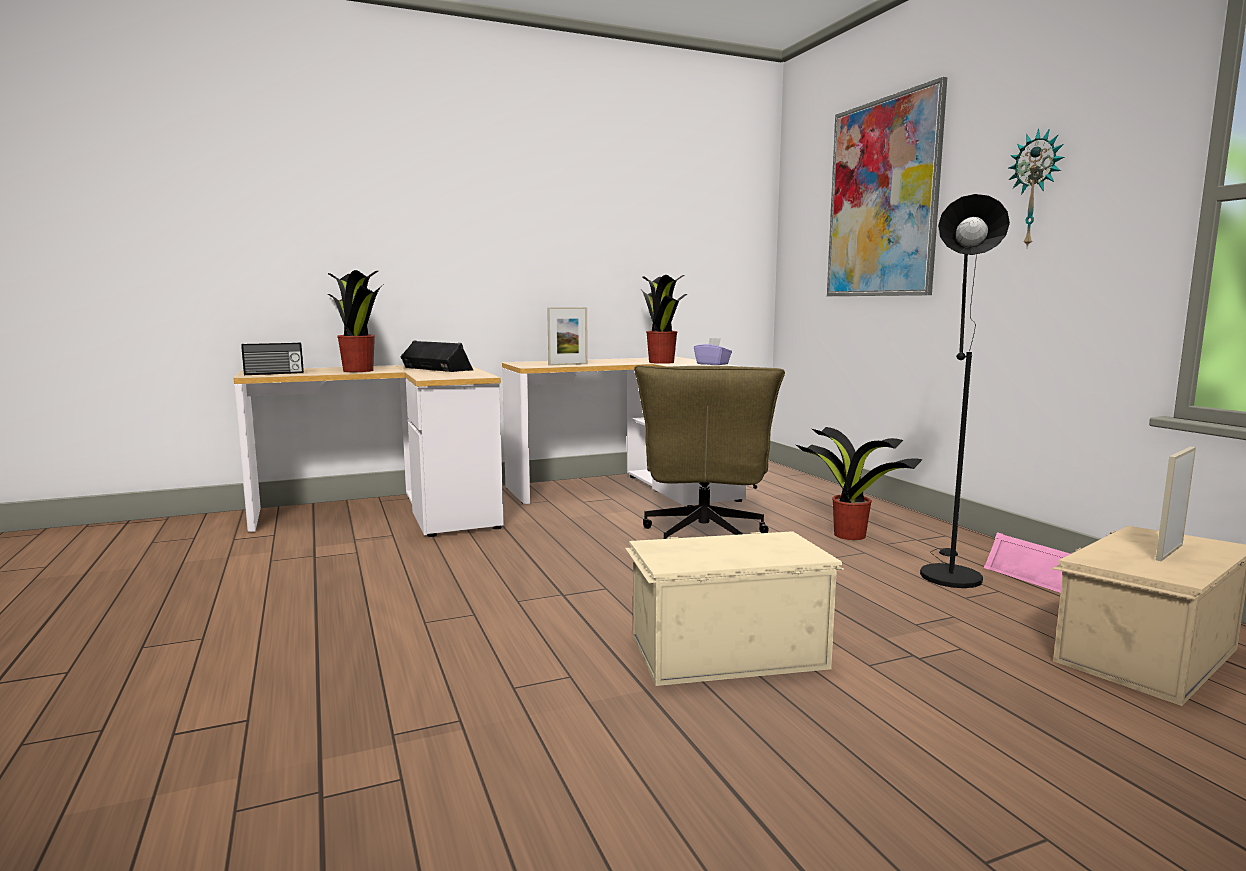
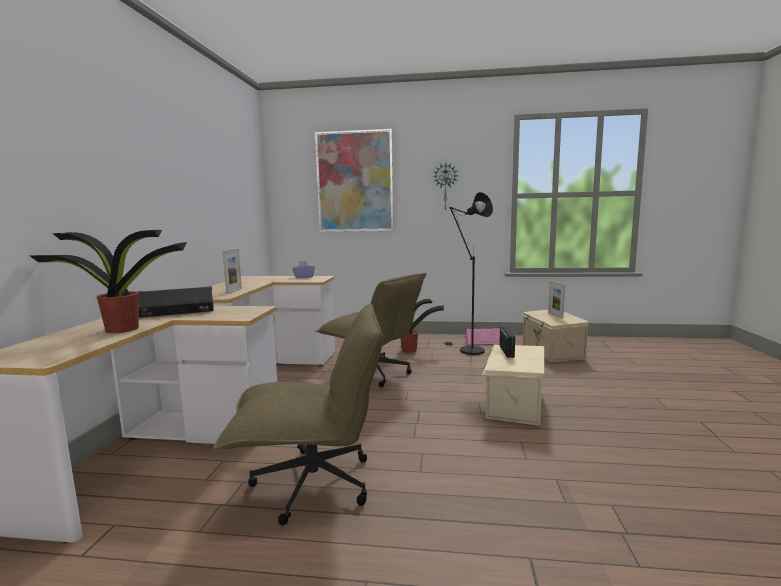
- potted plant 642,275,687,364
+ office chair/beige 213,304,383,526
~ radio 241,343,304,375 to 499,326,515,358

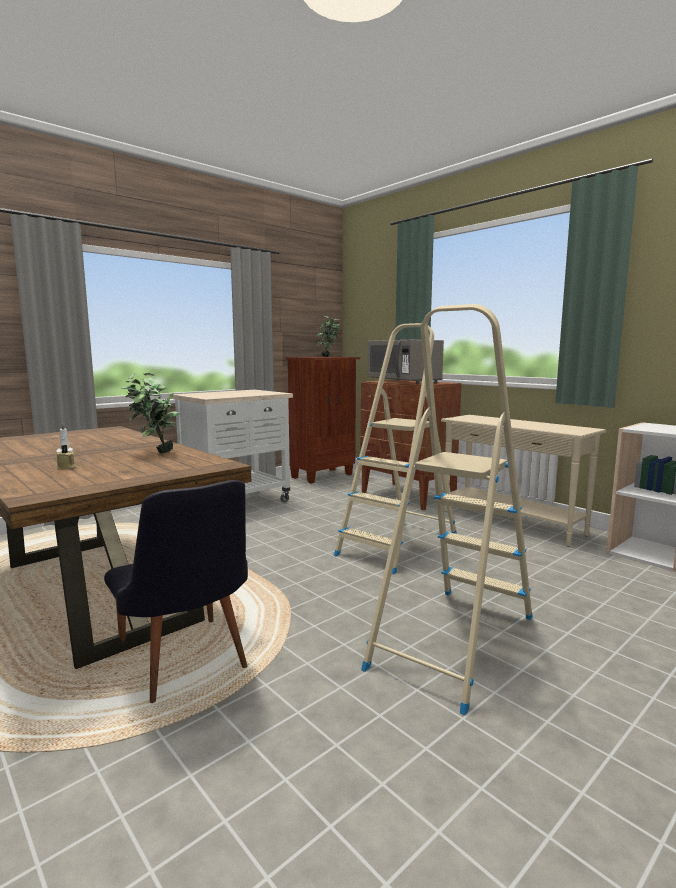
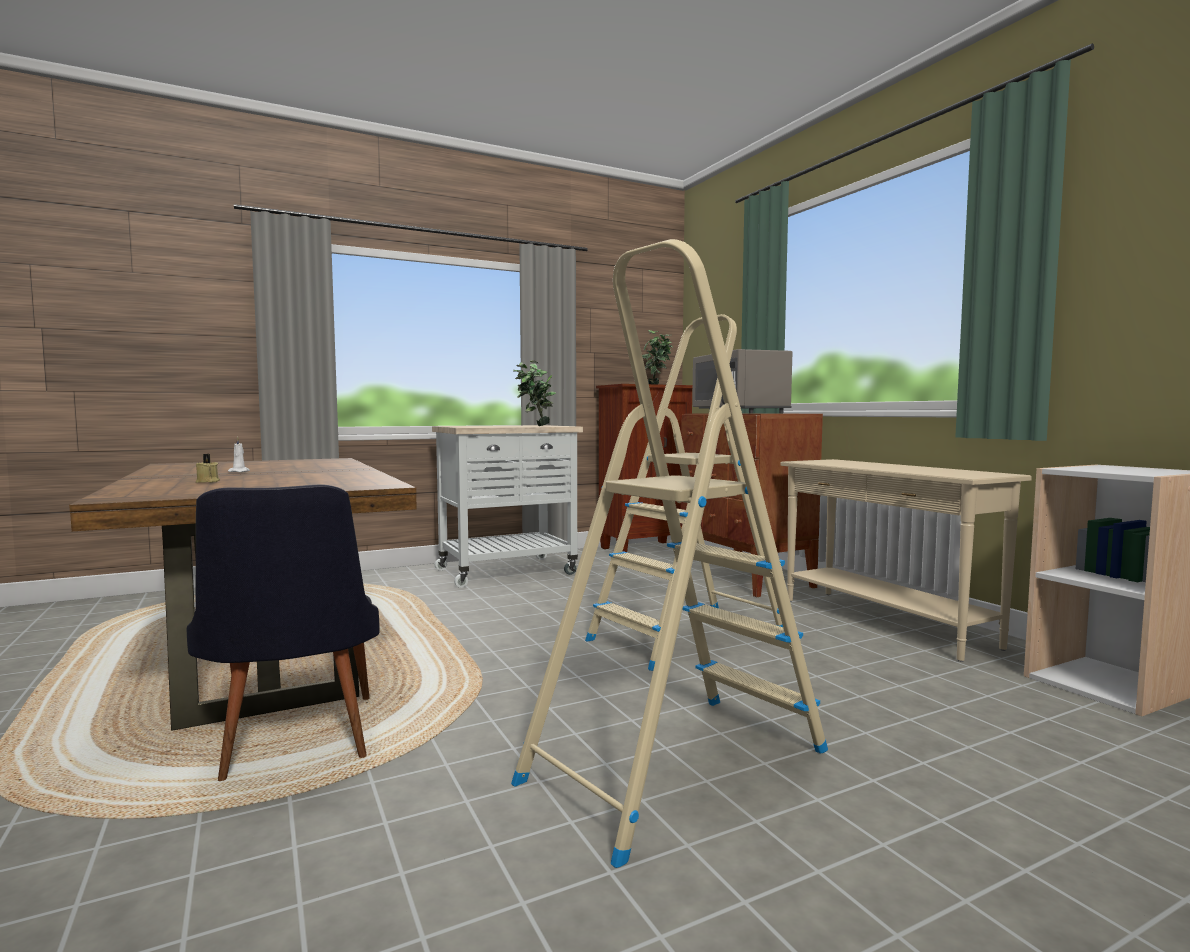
~ potted plant 121,373,180,454 to 513,360,556,426

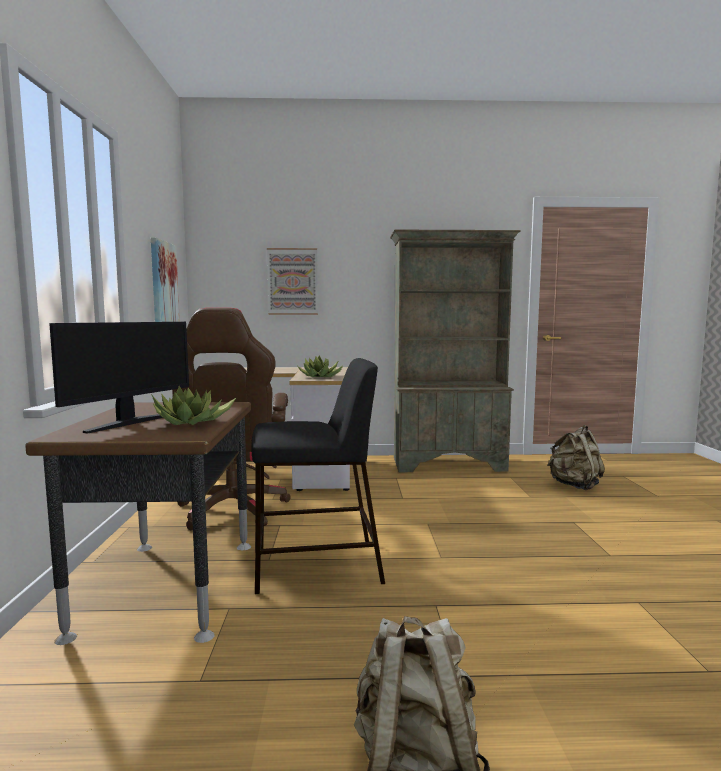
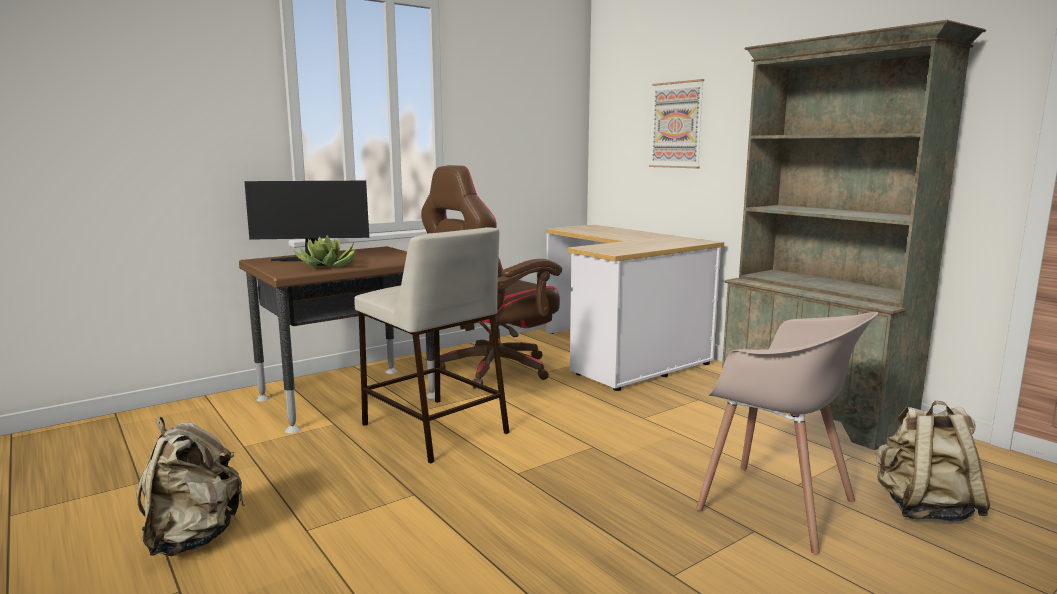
- picture 151,237,180,322
- potted plant 298,355,343,377
+ chair/beige 696,312,878,554
~ stool/black 251,358,385,594 to stool/beige 354,227,510,463

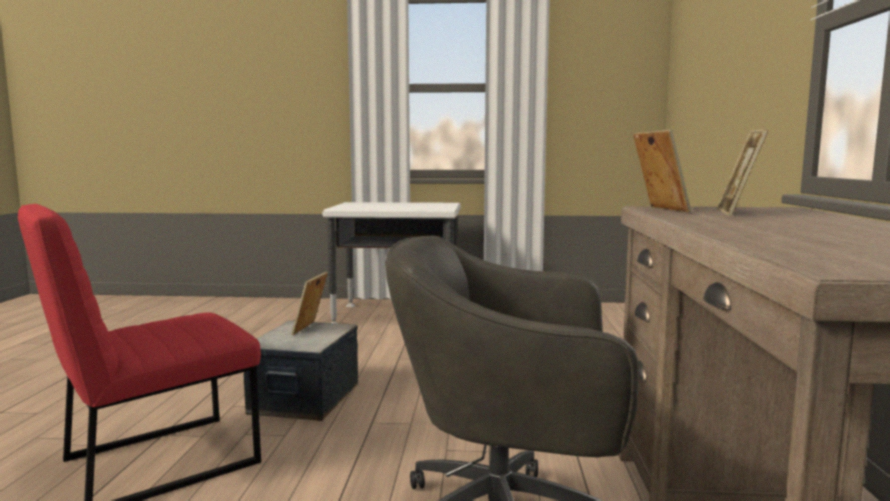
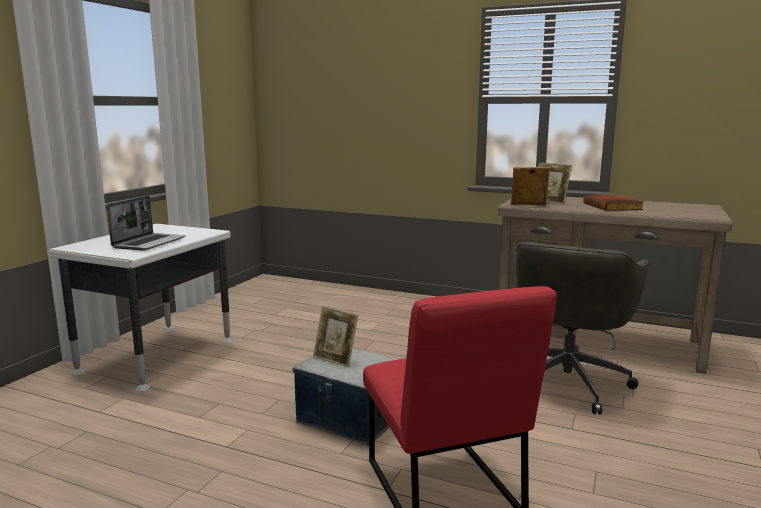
+ laptop 107,196,185,251
+ book 583,195,643,211

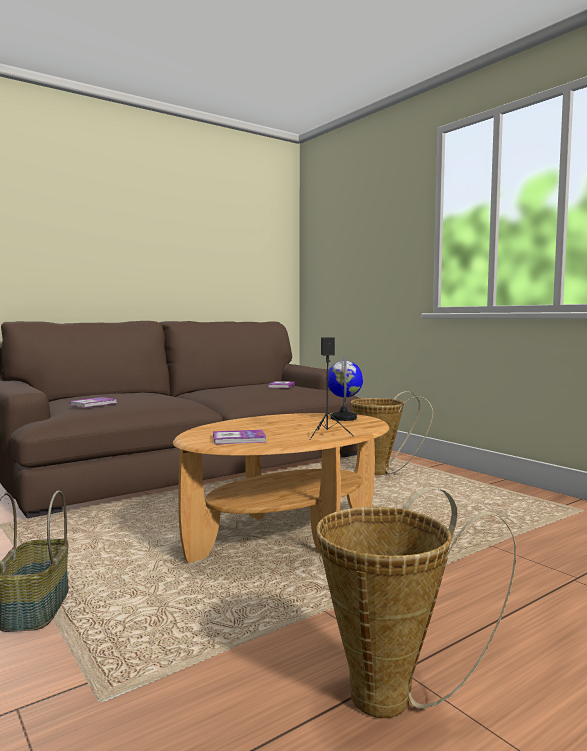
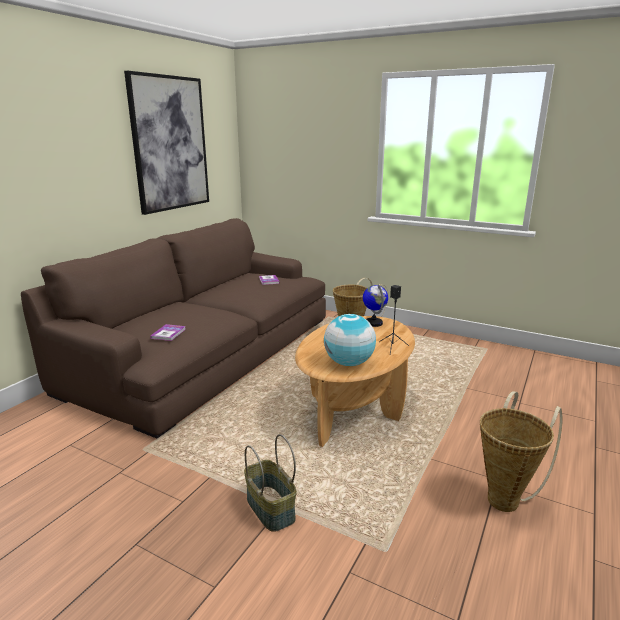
+ picture 124,71,209,215
~ book 213,430,266,444 to globe 324,314,376,366

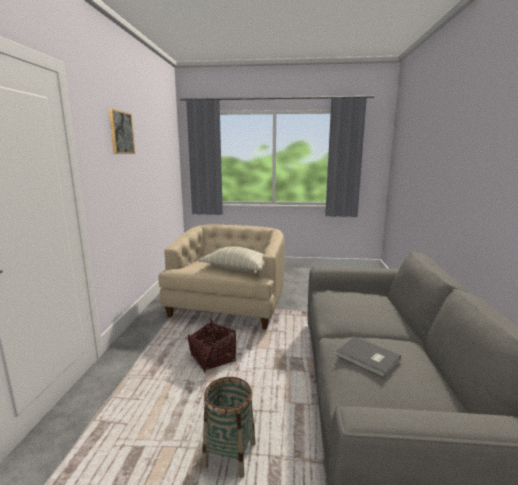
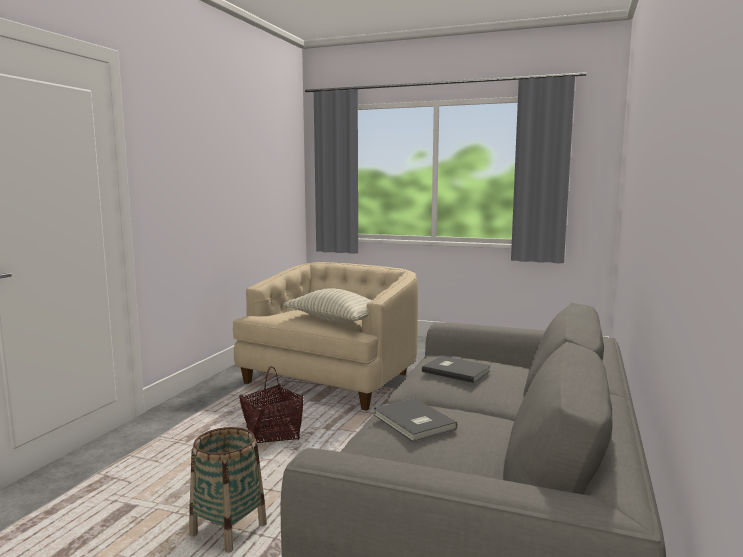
- picture 109,109,135,154
+ book/grey 422,356,491,383

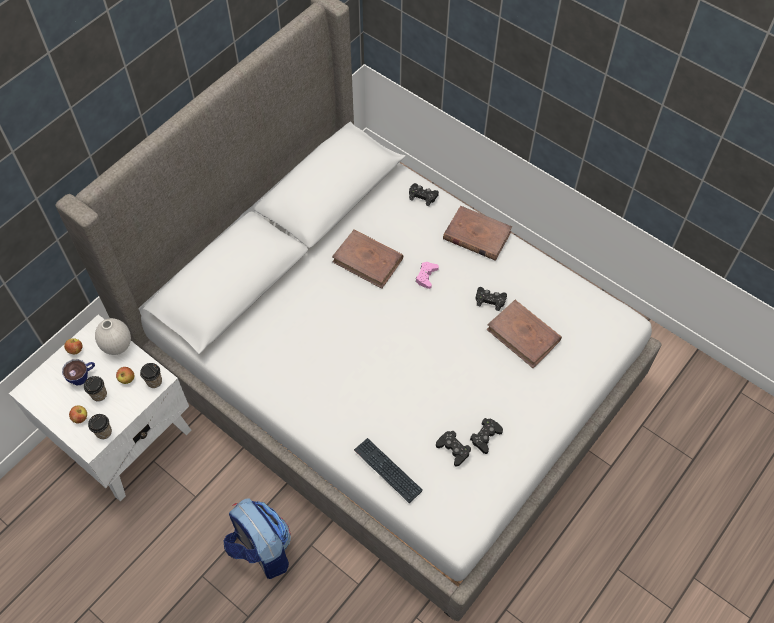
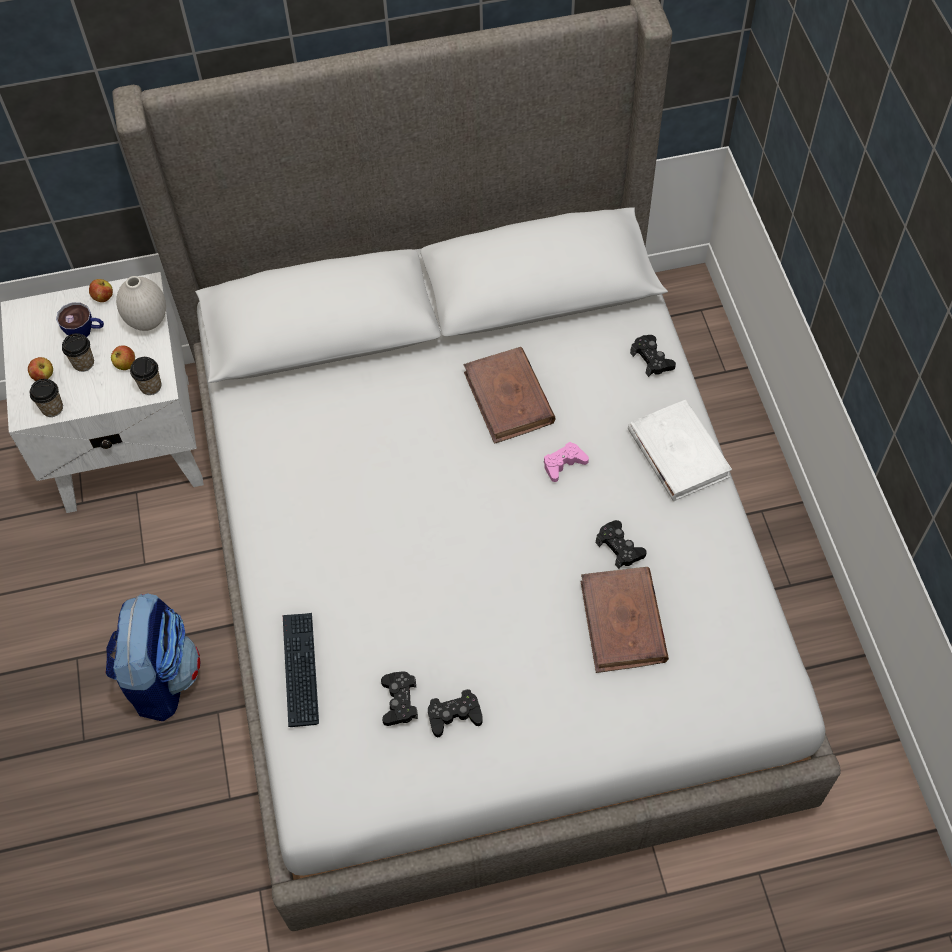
~ book/brown 443,206,512,261 to book/white 628,400,732,501

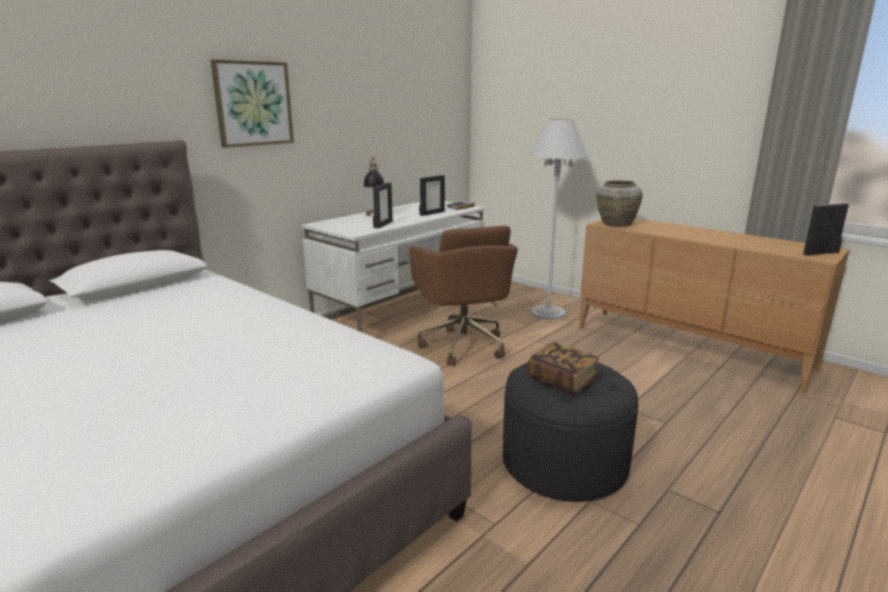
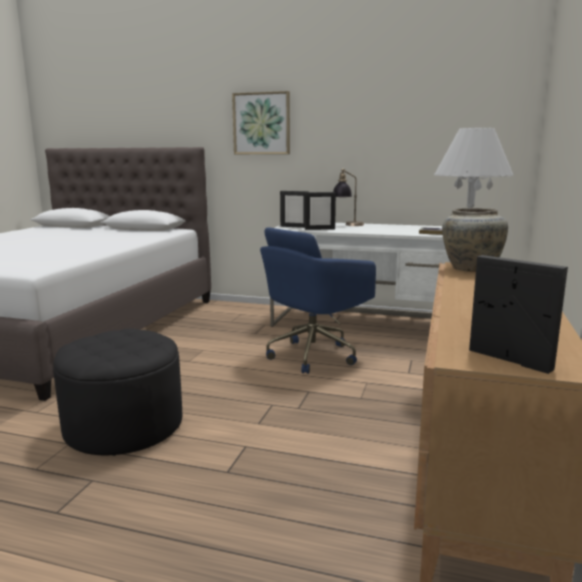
- book 528,342,599,394
~ picture frame 419,175,445,216 to 280,191,309,228
~ office chair/brown 409,226,518,366 to office chair/blue 260,228,376,374

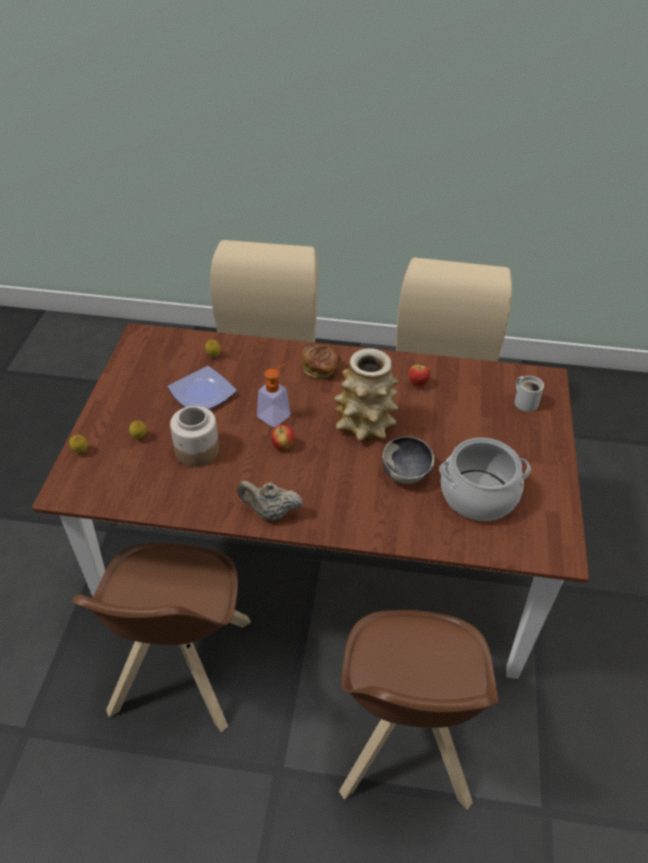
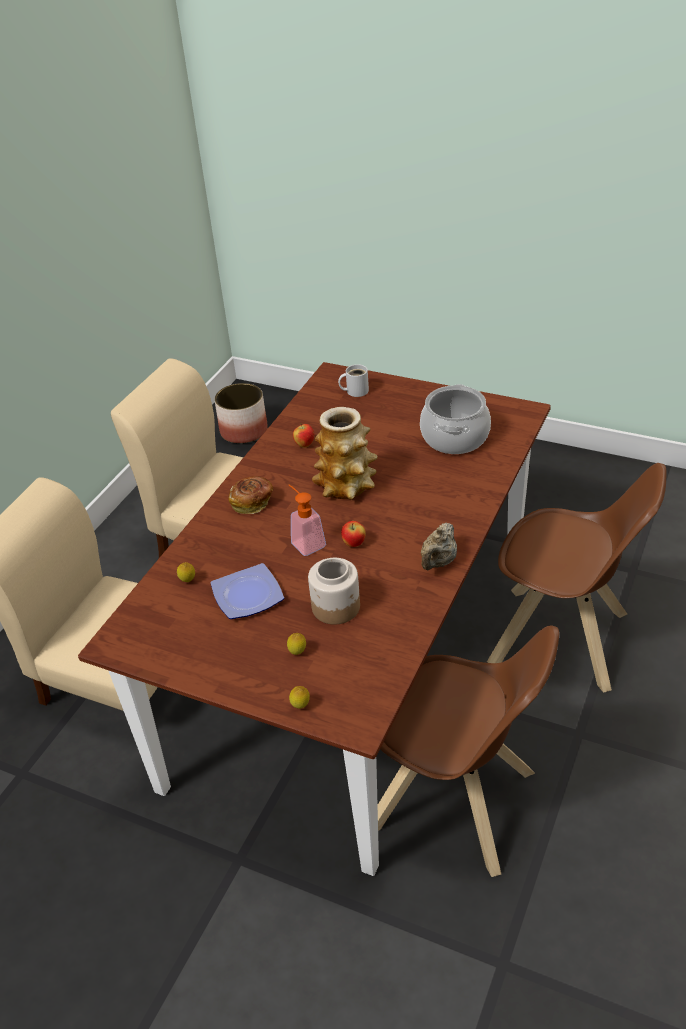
- bowl 382,436,434,484
+ planter 214,383,268,443

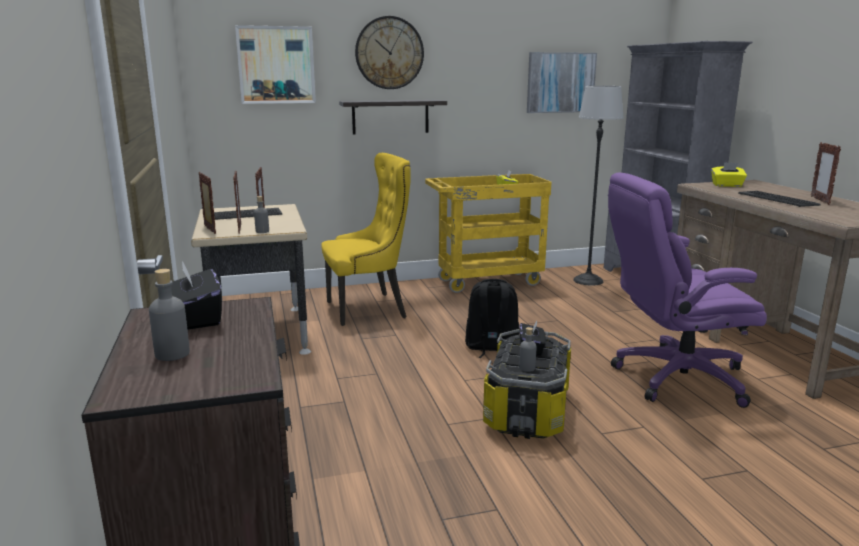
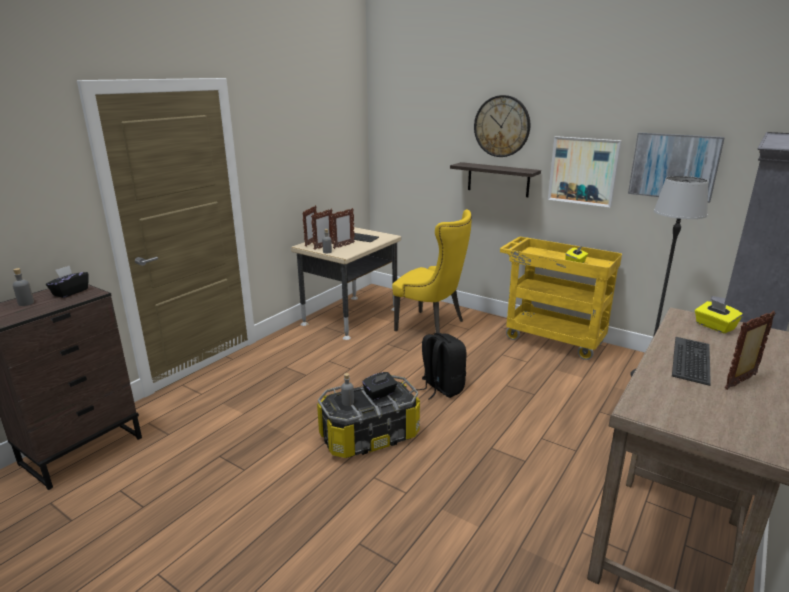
- office chair/purple 608,173,767,408
~ picture 235,25,316,104 to 548,136,622,207

